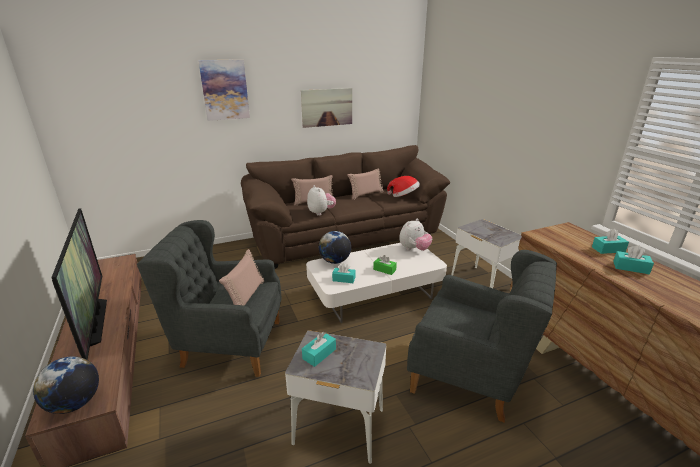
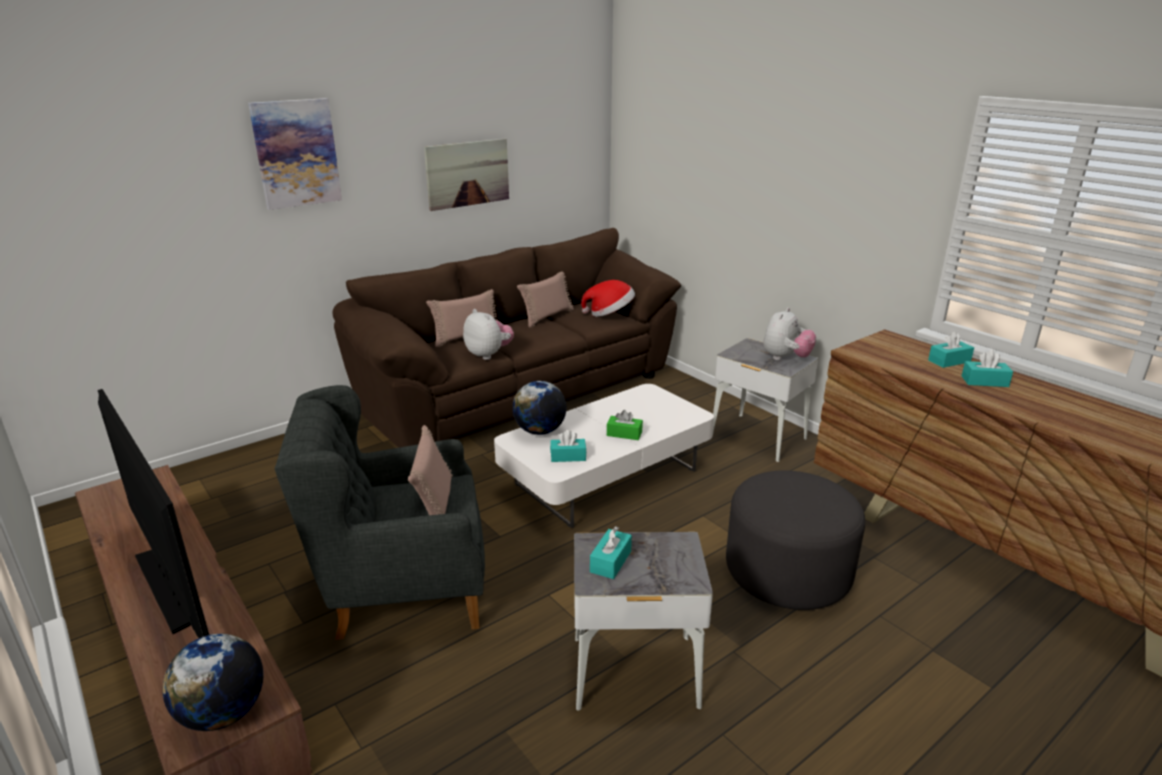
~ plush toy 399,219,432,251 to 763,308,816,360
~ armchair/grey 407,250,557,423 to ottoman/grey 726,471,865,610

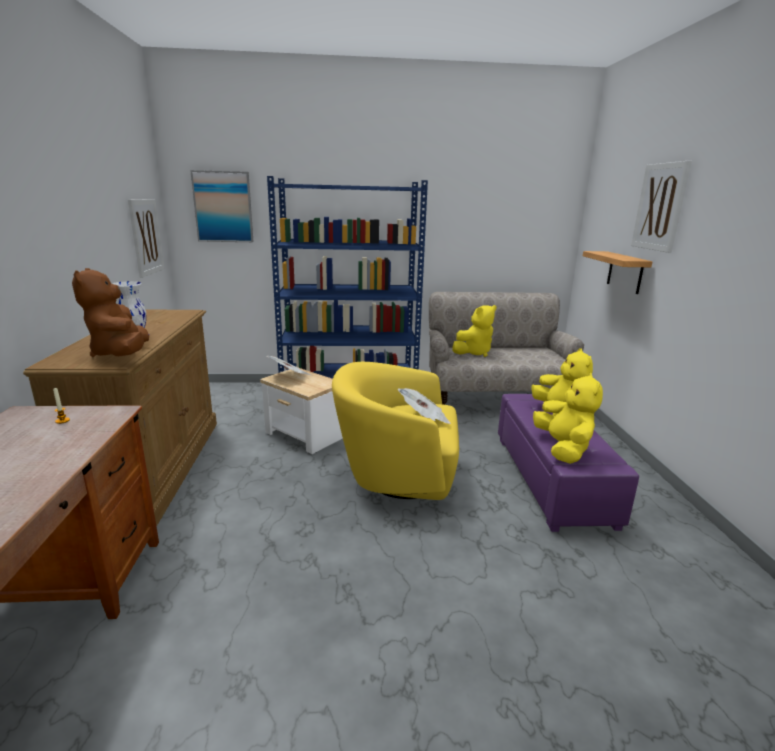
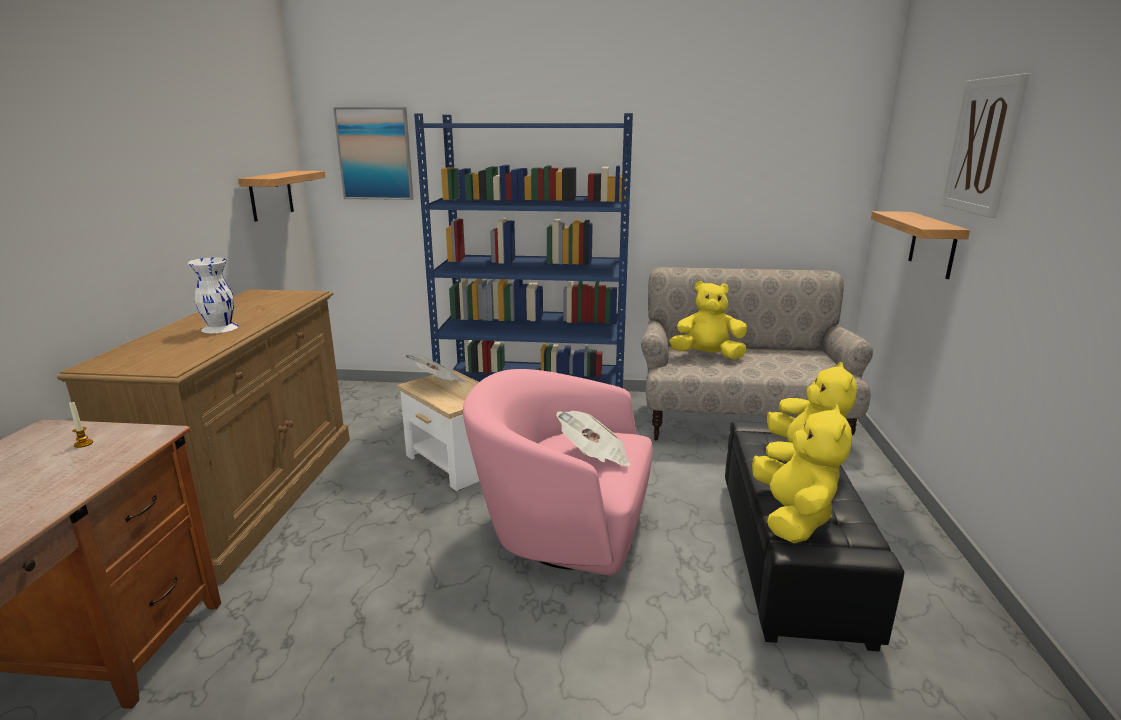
- plush toy/brown 72,268,149,357
~ picture 128,199,164,278 to shelf 238,171,325,222
~ armchair/yellow 332,362,459,500 to armchair/pink 463,369,653,575
~ ottoman/purple 498,394,639,532 to ottoman/black 725,421,904,652
~ plush toy/yellow 453,305,497,357 = 670,281,747,359 150 degrees counterclockwise

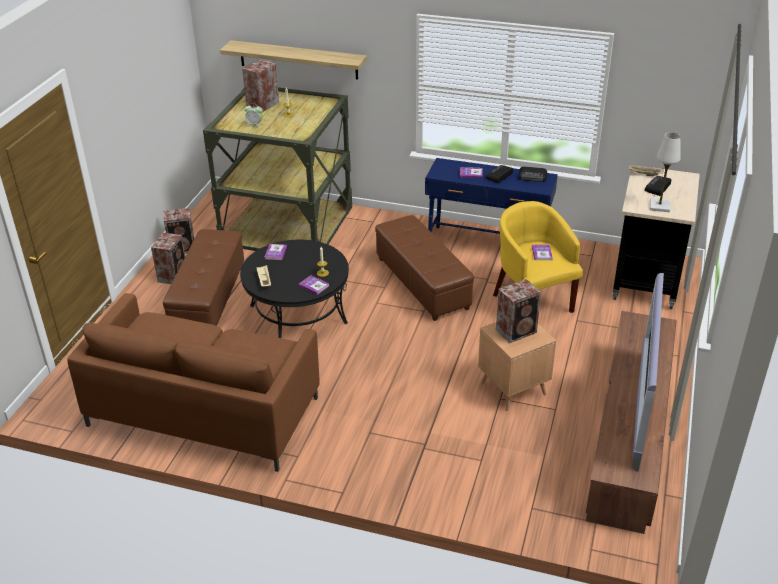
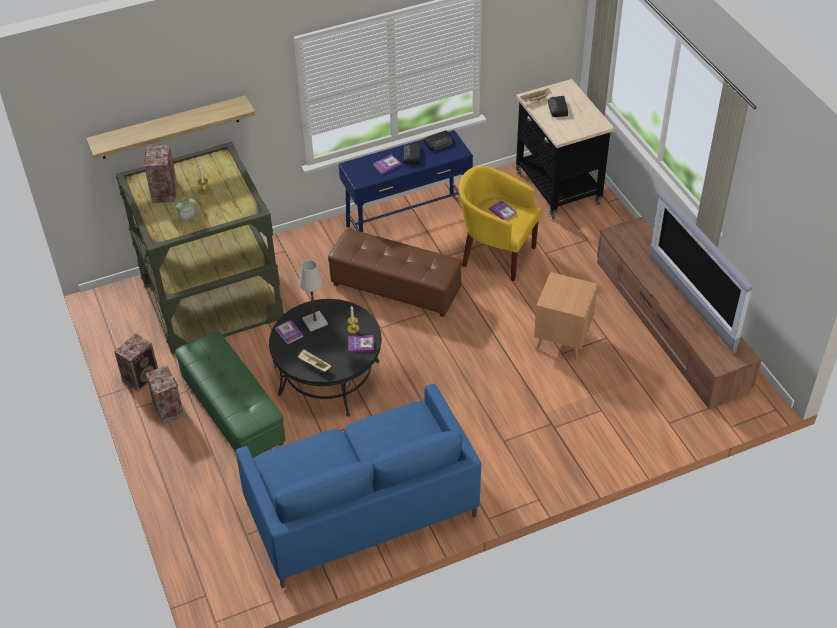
- speaker 496,279,541,343
~ table lamp/white 650,132,681,212 to 299,260,328,332
~ sofa/brown 67,293,320,472 to sofa/blue 236,384,481,588
~ ottoman/brown 163,229,244,326 to ottoman/green 175,330,286,458

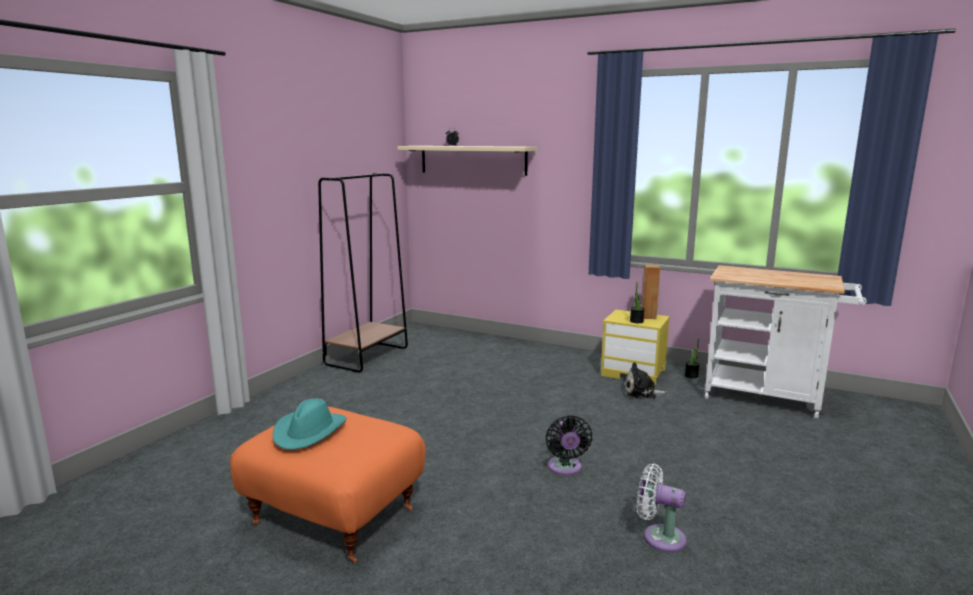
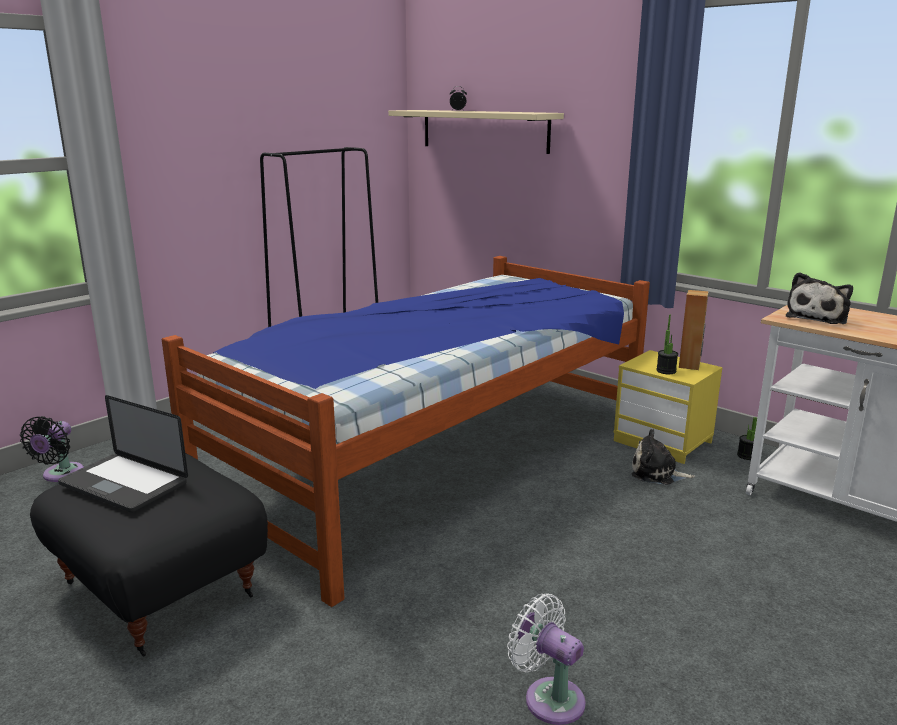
+ bed 162,256,650,607
+ plush toy 786,272,853,324
~ fan/black 546,415,592,475 to 20,416,84,482
~ hat/turquoise 273,399,347,450 to laptop 58,395,188,513
~ ottoman/orange 230,406,426,563 to ottoman/black 30,453,268,657

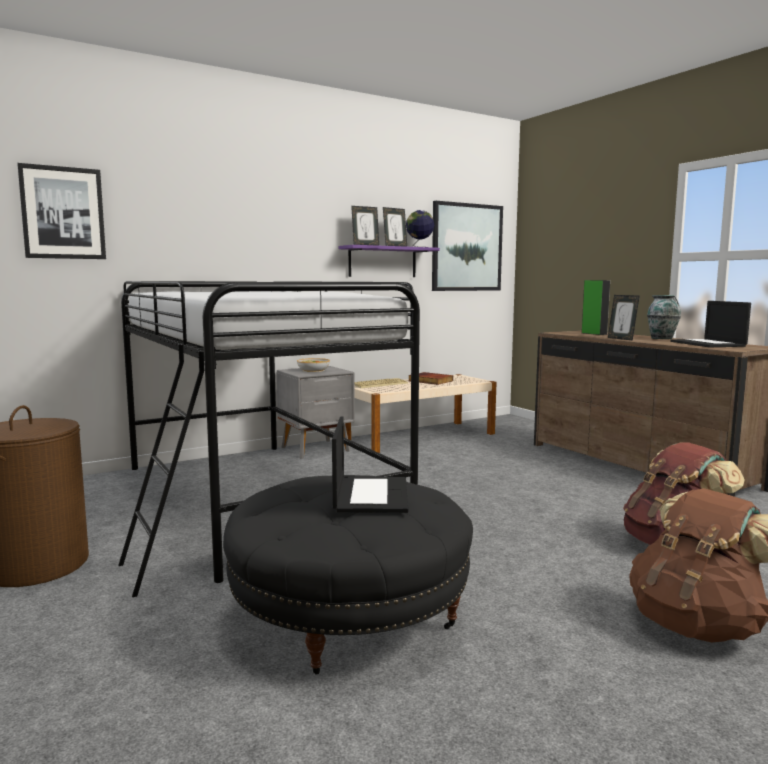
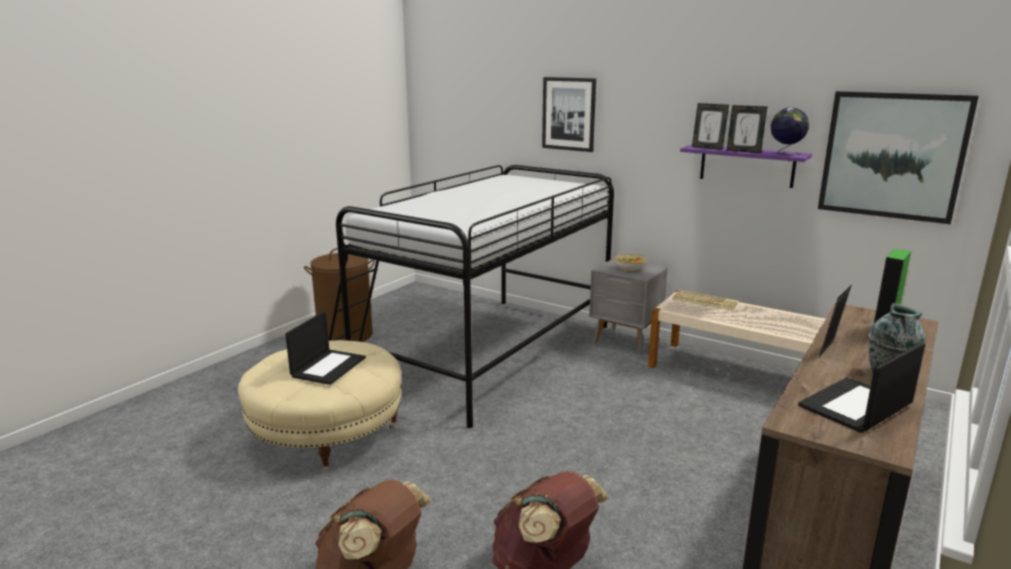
- book 408,372,453,385
~ picture 17,163,106,259 to 542,77,596,152
~ ottoman/black 223,475,473,675 to ottoman/beige 238,340,401,470
~ laptop 332,417,408,513 = 285,311,366,385 45 degrees counterclockwise

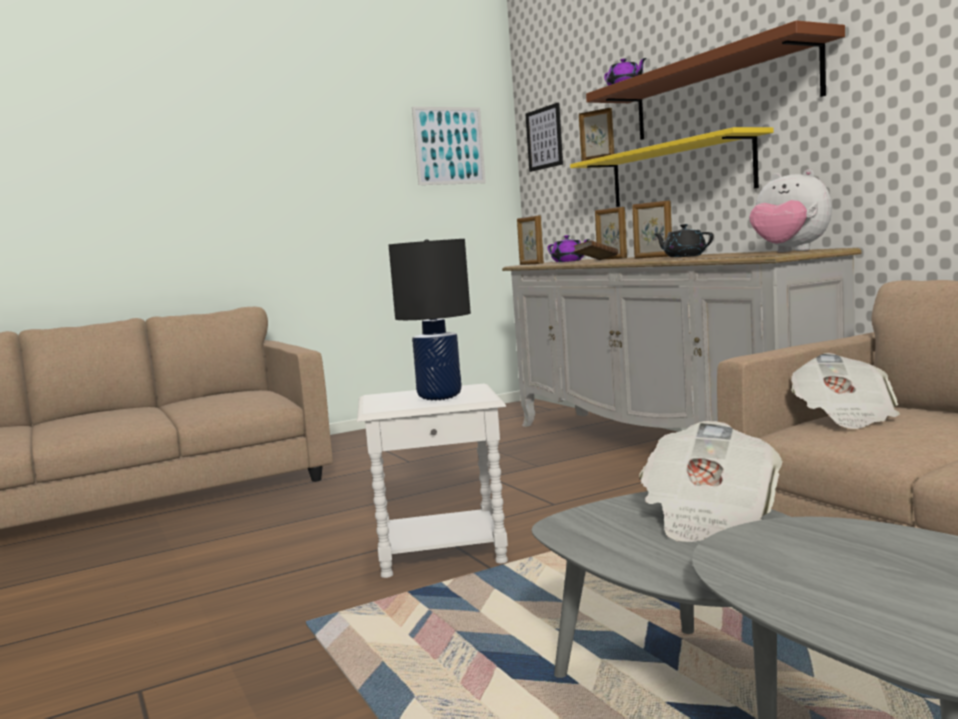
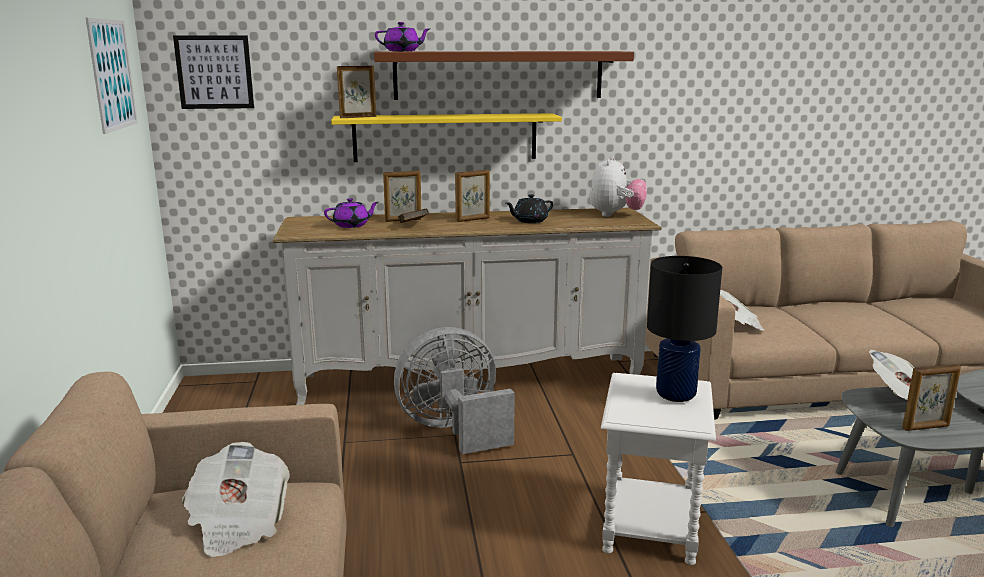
+ newspaper 182,442,290,557
+ fan/grey 394,327,515,454
~ picture frame 517,216,544,265 to 902,364,961,431
~ plush toy 749,169,832,252 = 589,156,647,217 45 degrees counterclockwise

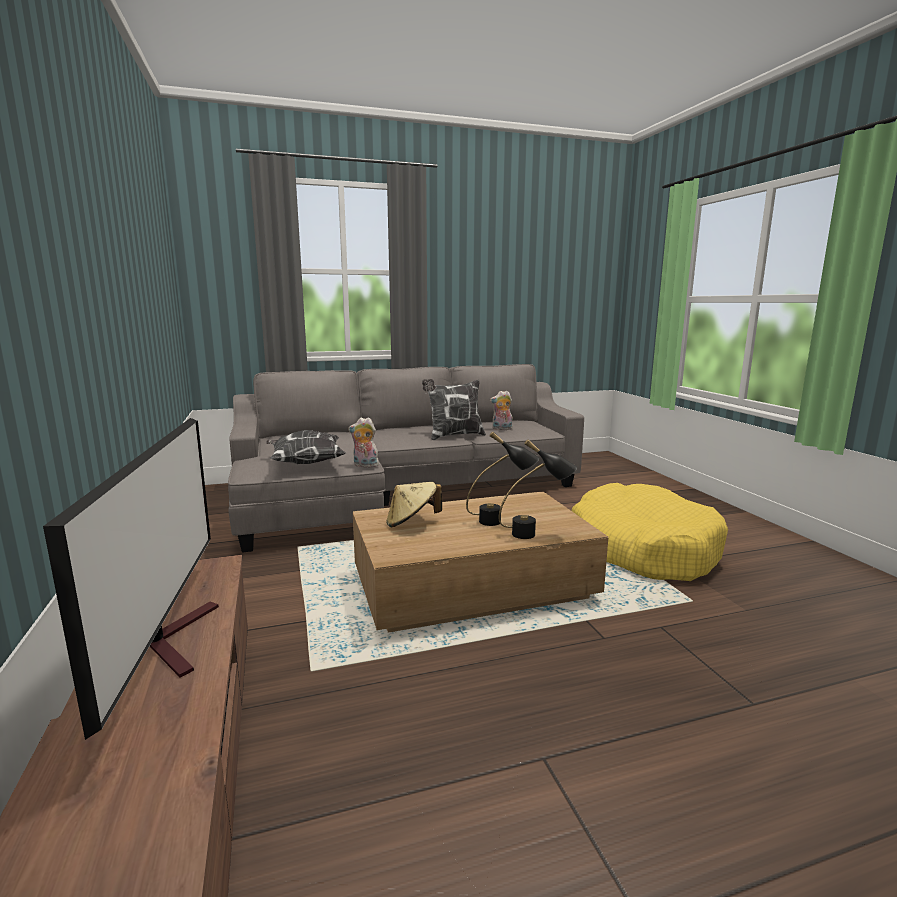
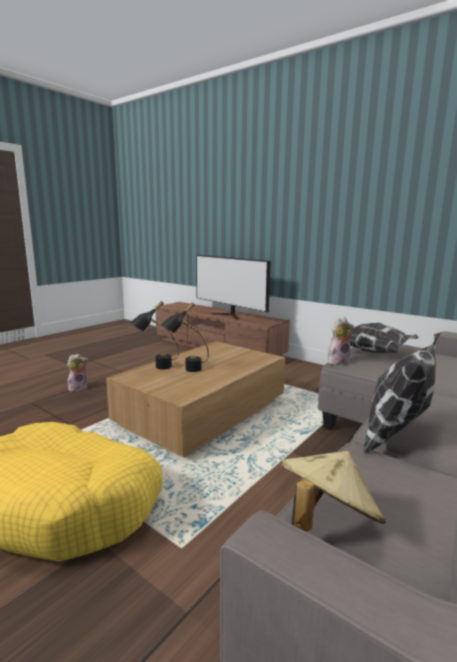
~ hat/beige 386,482,442,527 to 280,451,386,531
~ plush toy 490,391,513,430 to 67,354,89,392

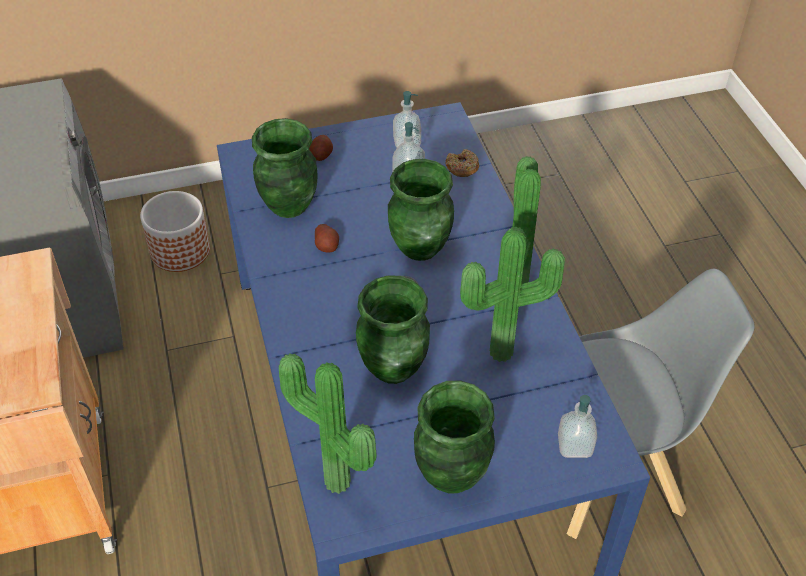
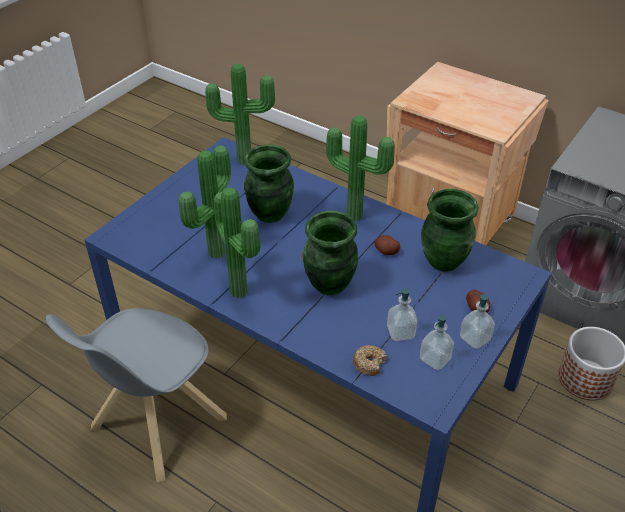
- vase/green 414,380,495,494
+ potted plant 326,116,395,221
~ soap dispenser 558,395,597,458 to 460,293,495,349

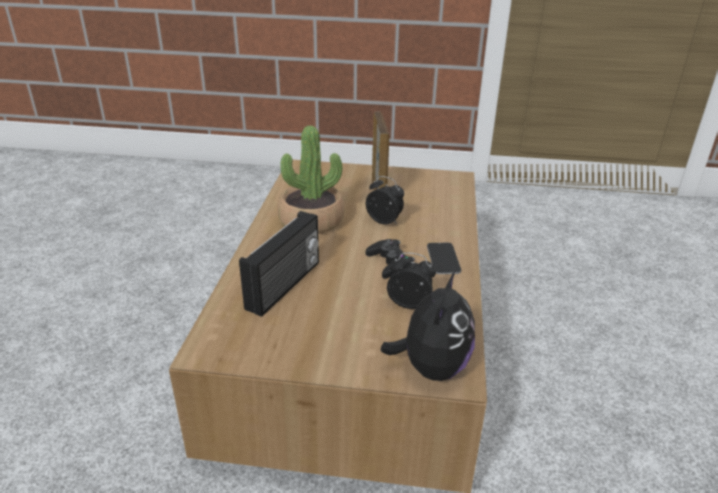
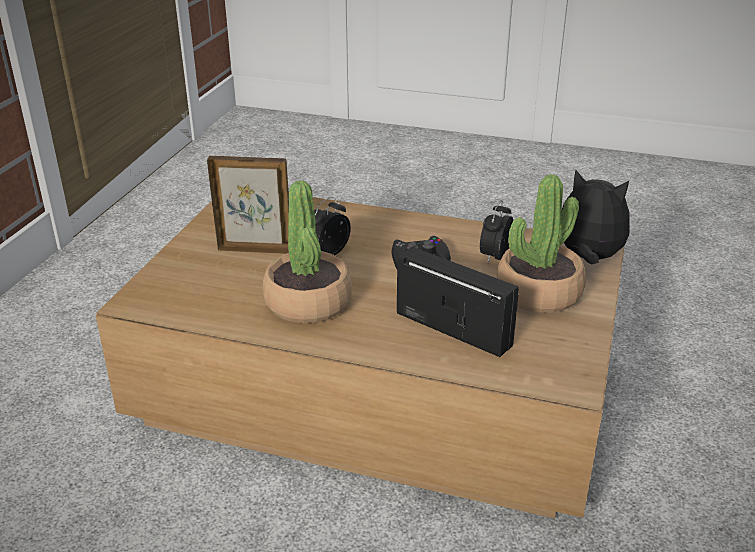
- phone 427,243,461,274
+ potted plant 497,174,586,313

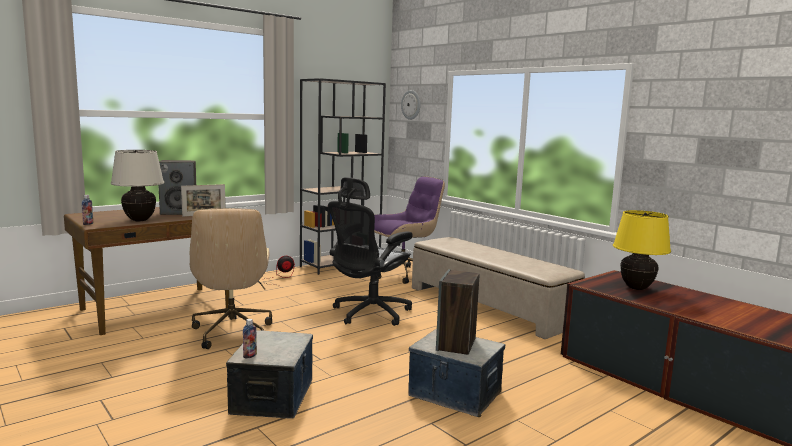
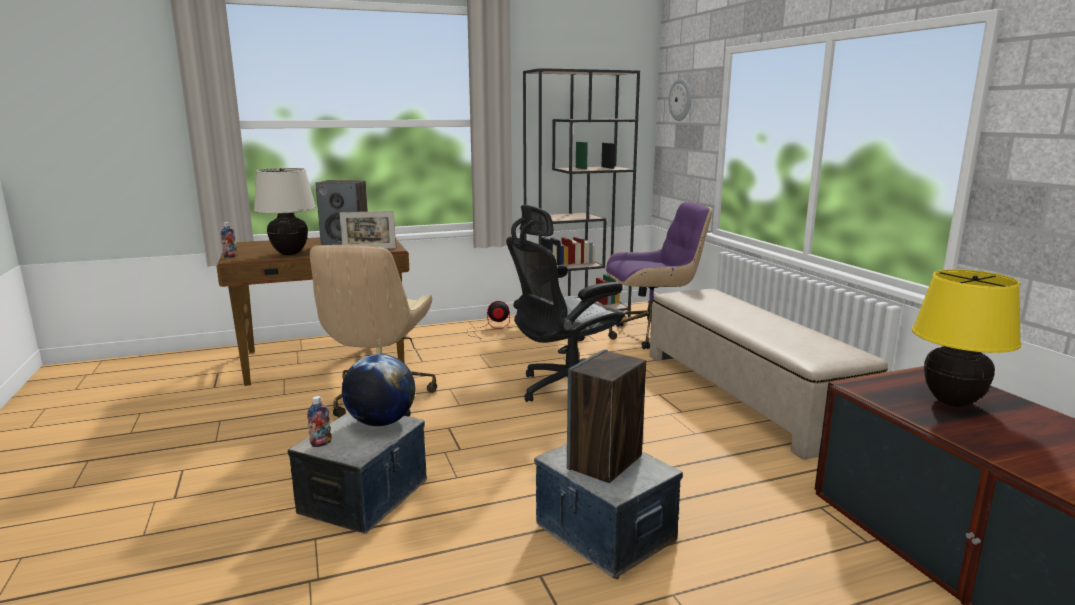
+ globe 342,354,415,426

